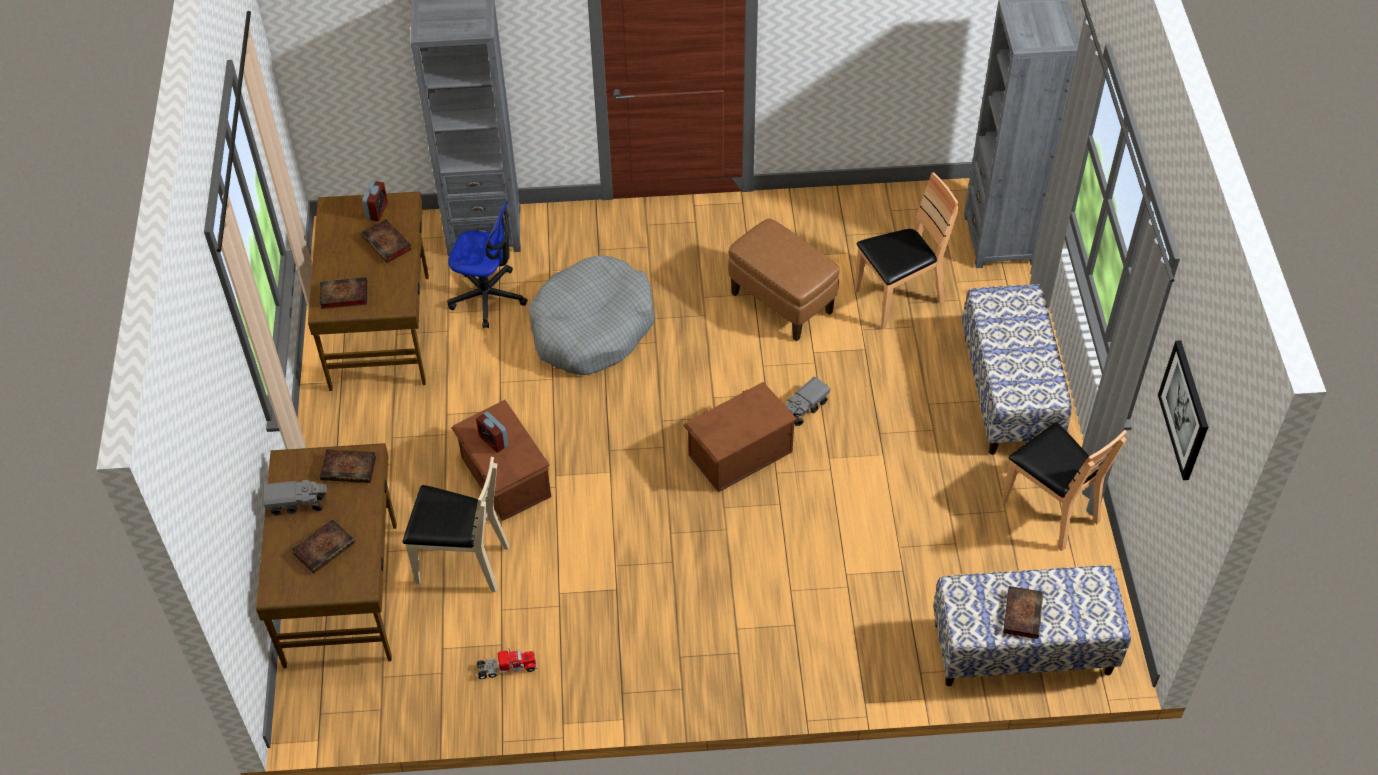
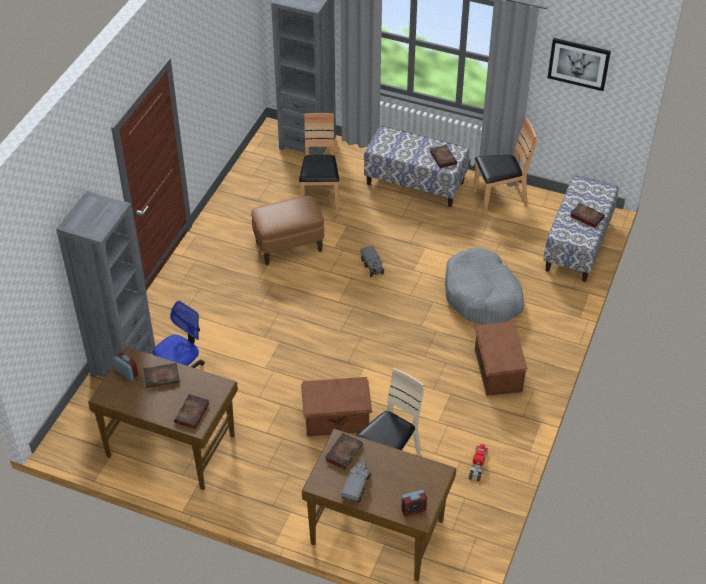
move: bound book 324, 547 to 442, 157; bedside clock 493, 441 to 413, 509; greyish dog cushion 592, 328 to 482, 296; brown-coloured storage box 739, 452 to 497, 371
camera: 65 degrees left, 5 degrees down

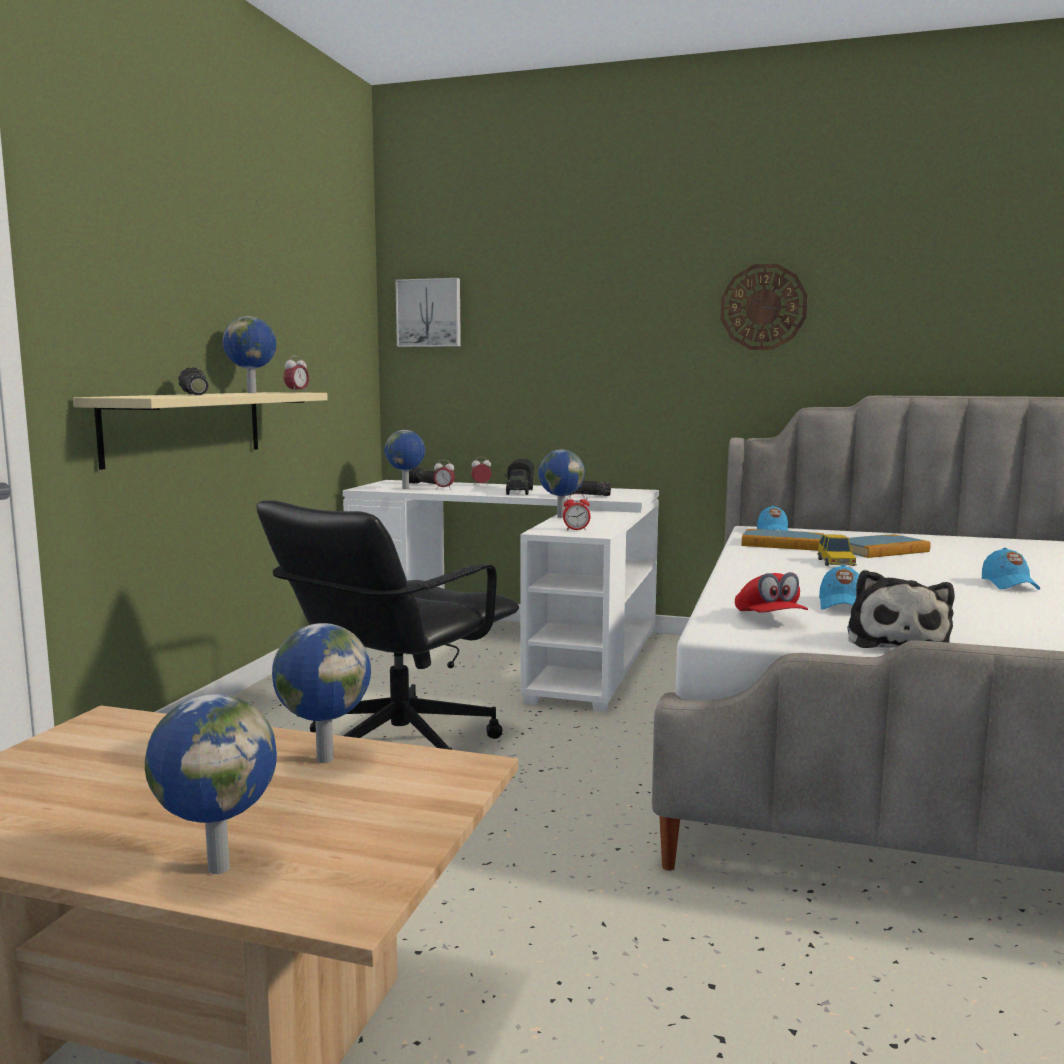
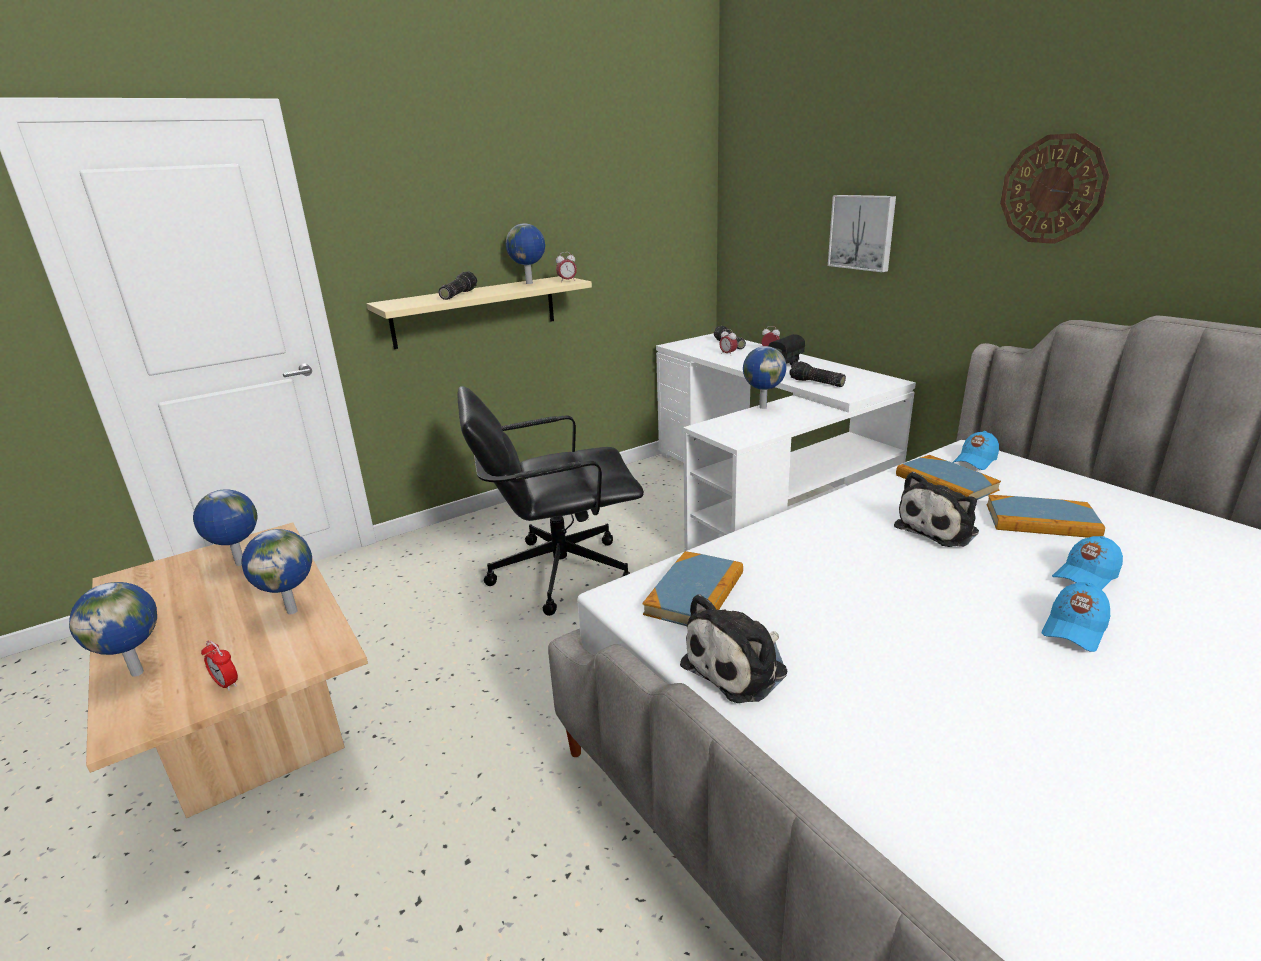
move: globe 406, 488 to 240, 564; picture 429, 313 to 862, 232; bedside clock 576, 529 to 226, 684; bluish peaked cap 841, 605 to 1086, 576
replace: red-coloured peaked cap 769, 619 to bound book 695, 594; miniature car 836, 563 to cuddly toy 939, 529
camera: 40 degrees right, 15 degrees up

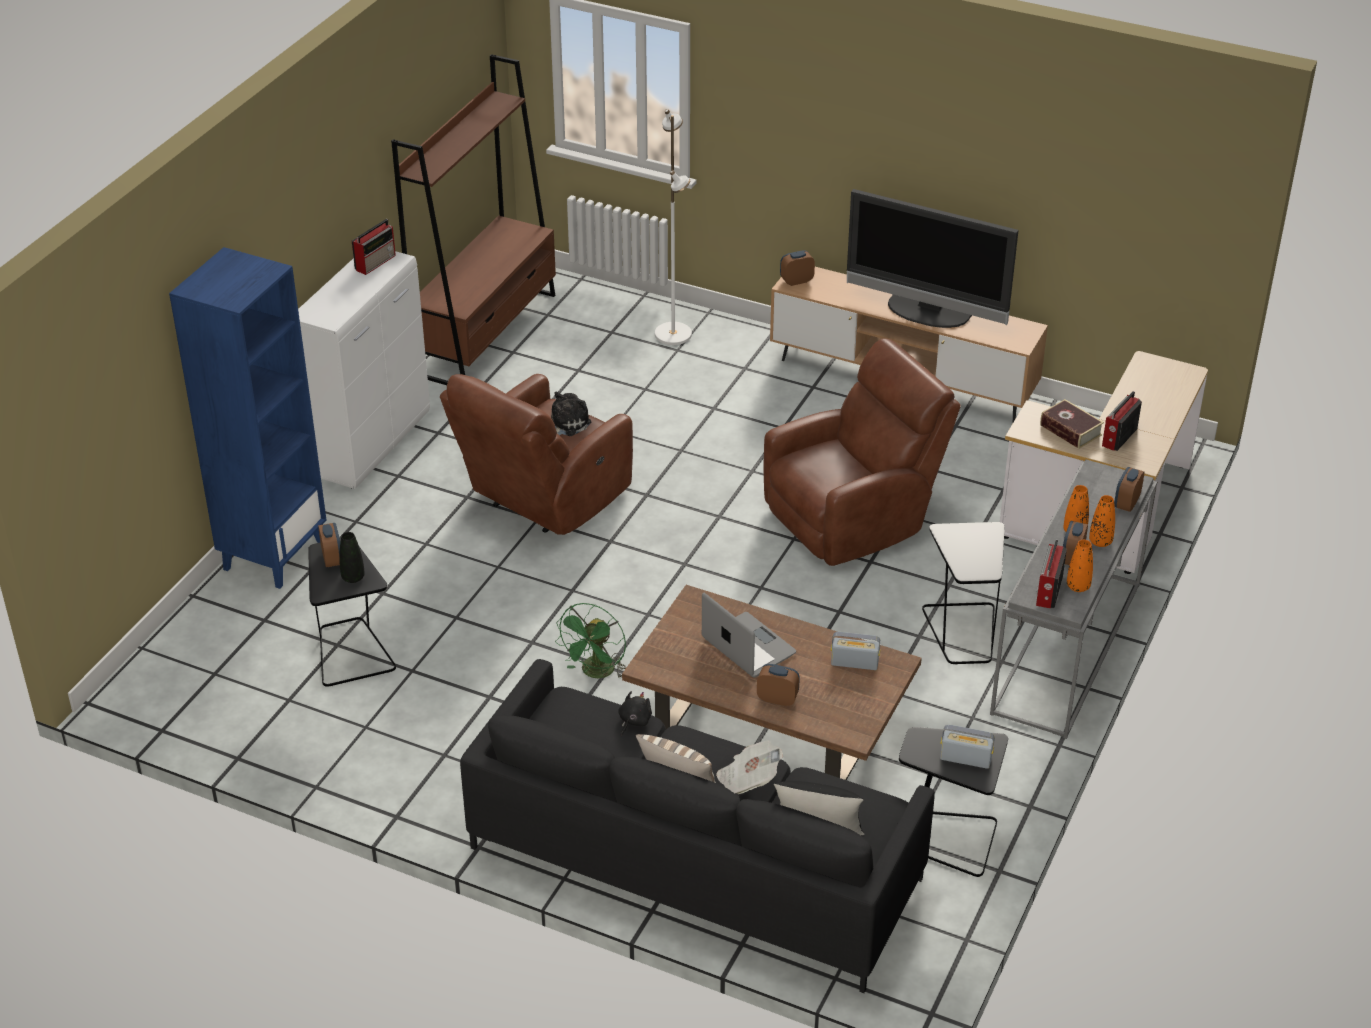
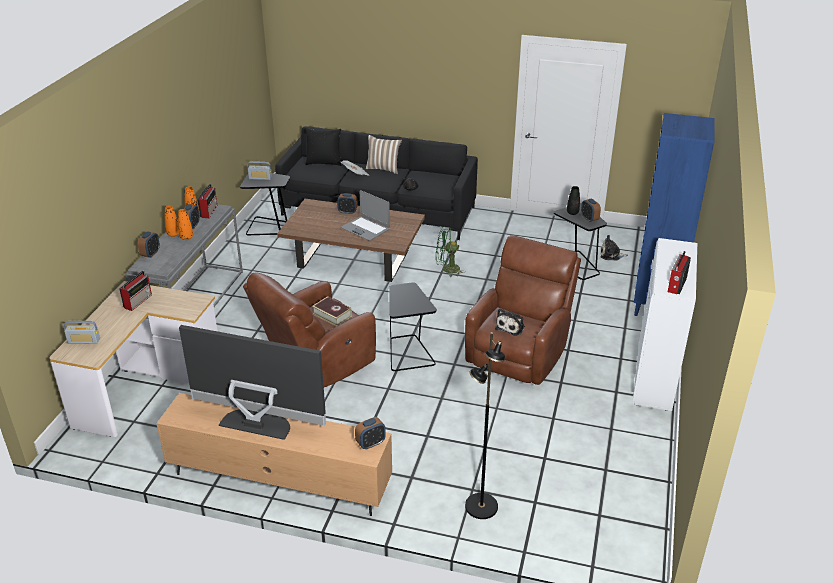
delete: brown-coloured bookshelf 486, 334
insert: cuddly toy 611, 255
move: radio receiver 854, 663 to 84, 341; blackish end table 963, 632 to 408, 353; bound book 1070, 430 to 332, 315
recolor: whitish floor lamp 674, 334 to blackish floor lamp 480, 507
rotate: greenish cooling fan 596, 673 = 447, 269 105 degrees counterclockwise
camera: 170 degrees right, 5 degrees down

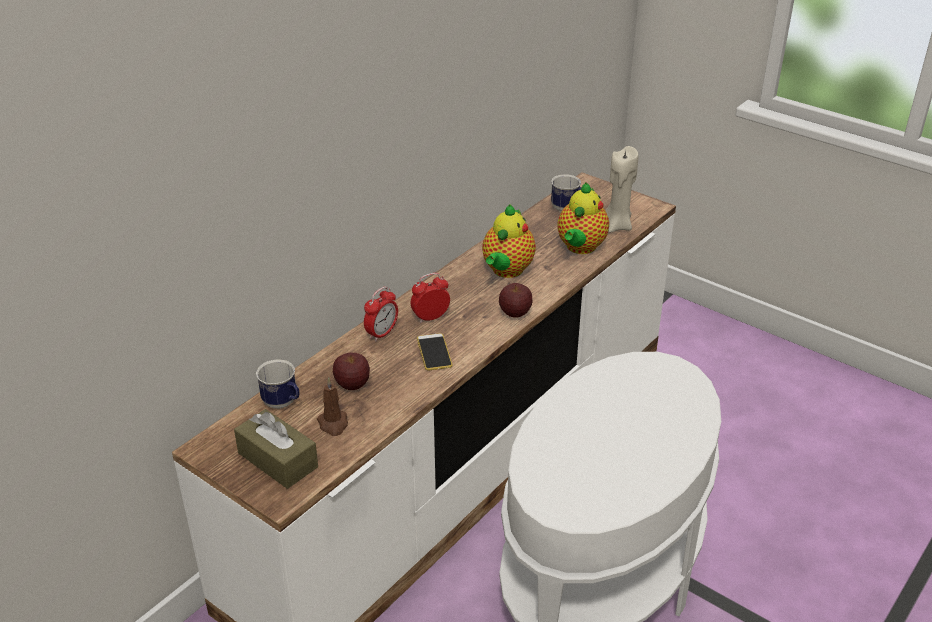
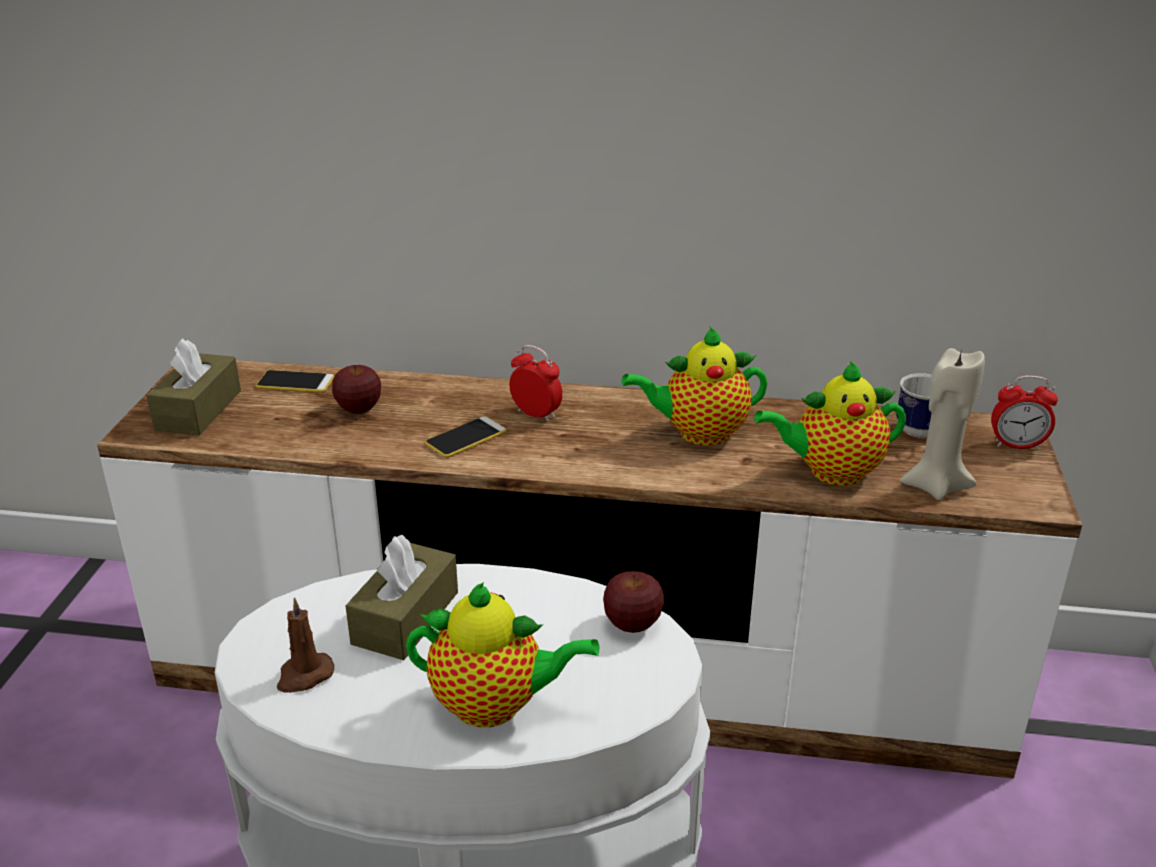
insert: brown-coloured box of tissues 405, 618; tea pot 495, 705
move: brown-coloured wax light 333, 424 to 304, 675; bedside clock 382, 333 to 1016, 445; whole apple 515, 313 to 632, 624
replace: tea mug 283, 404 to telephone 295, 383
camera: 60 degrees right, 5 degrees down

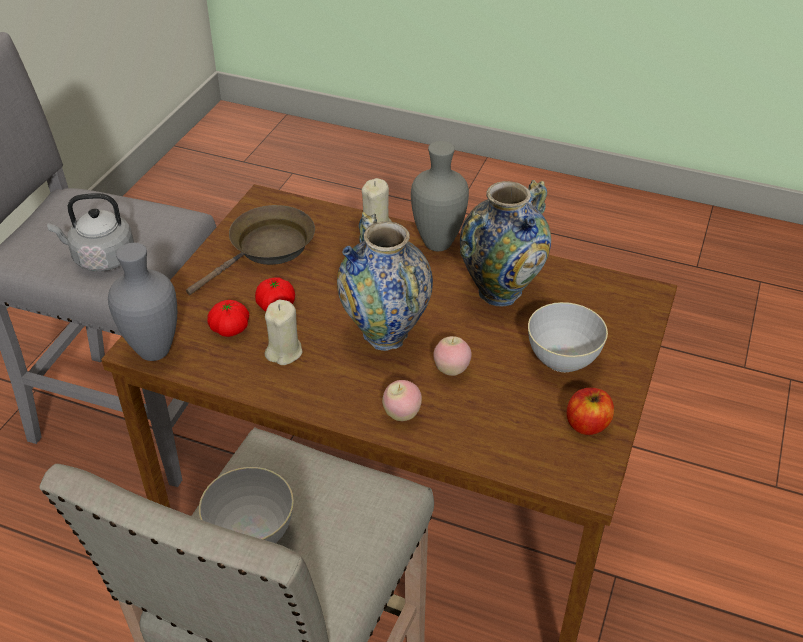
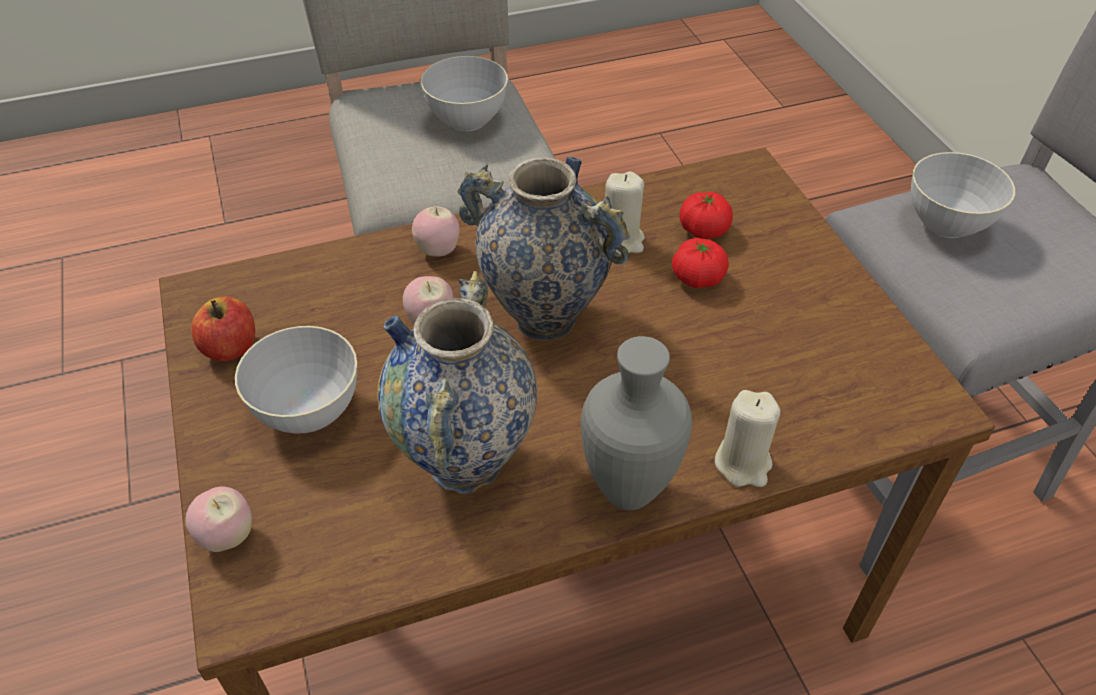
delete: greyish flower vase 155, 350; brown-coloured pan 267, 249
insert: whole apple 228, 537
replace: greyish water kettle 101, 258 to greyish serving bowl 946, 223
camera: 140 degrees right, 5 degrees up

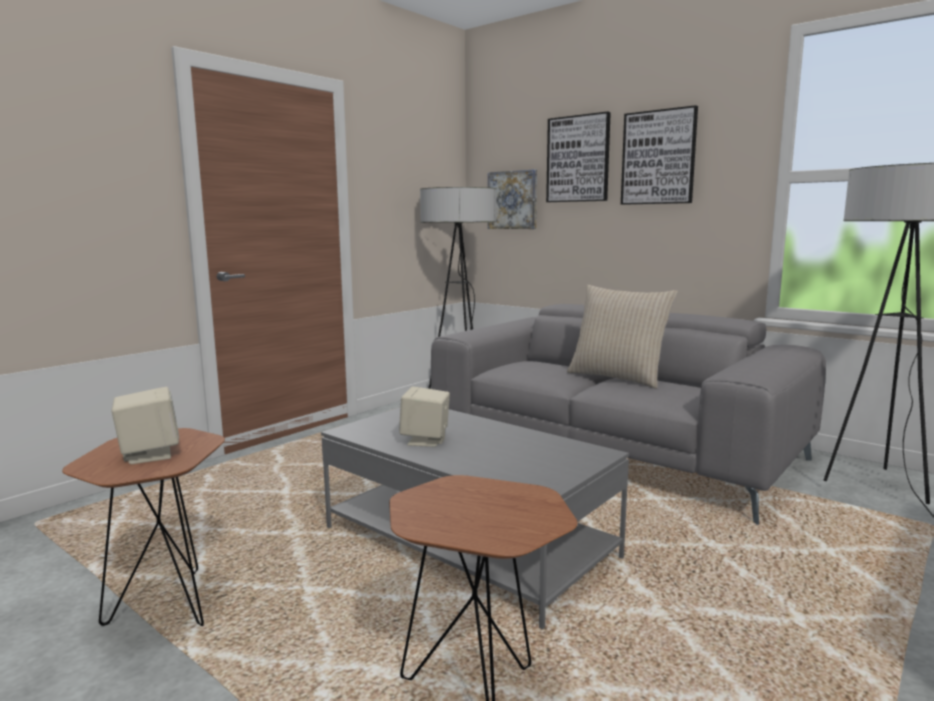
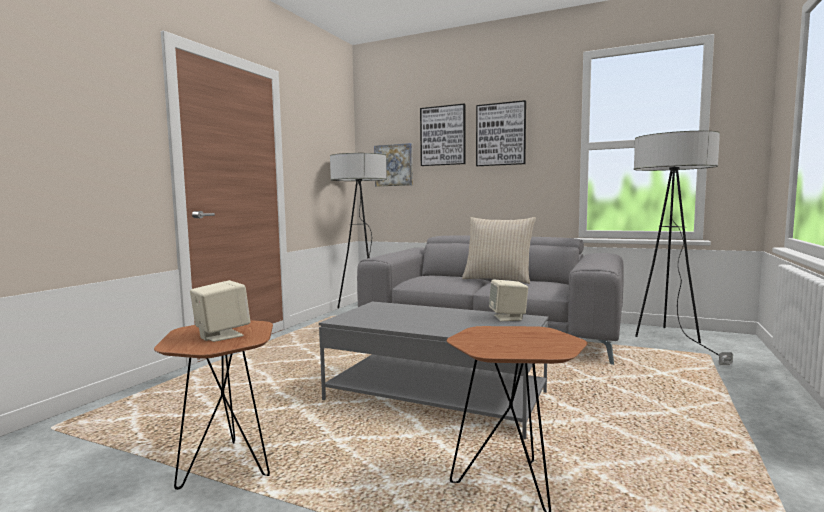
move: beige-coloured loudspeaker 425, 440 to 508, 318
camera: 15 degrees left, 5 degrees down

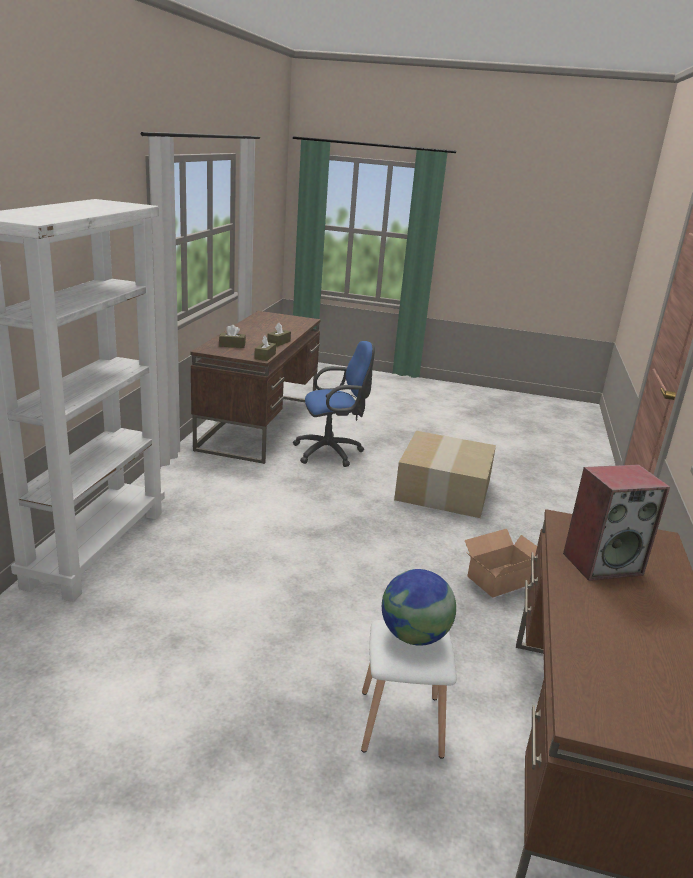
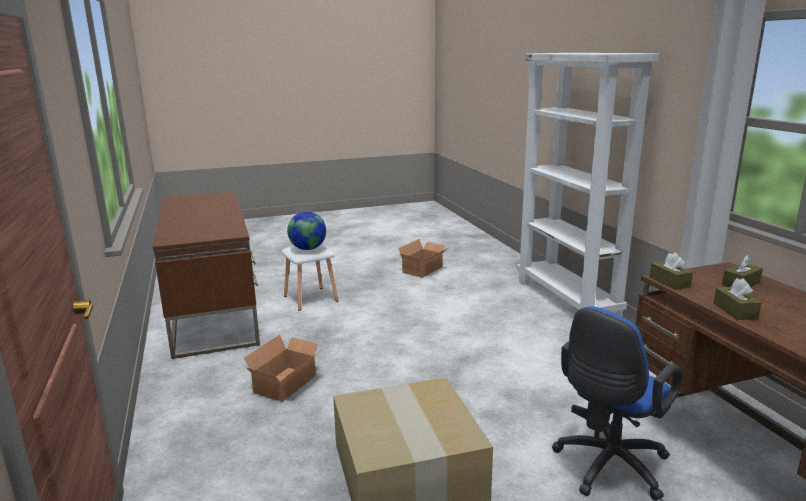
delete: loudspeaker 602, 563
insert: packing box 424, 269
camera: 150 degrees right, 5 degrees down

